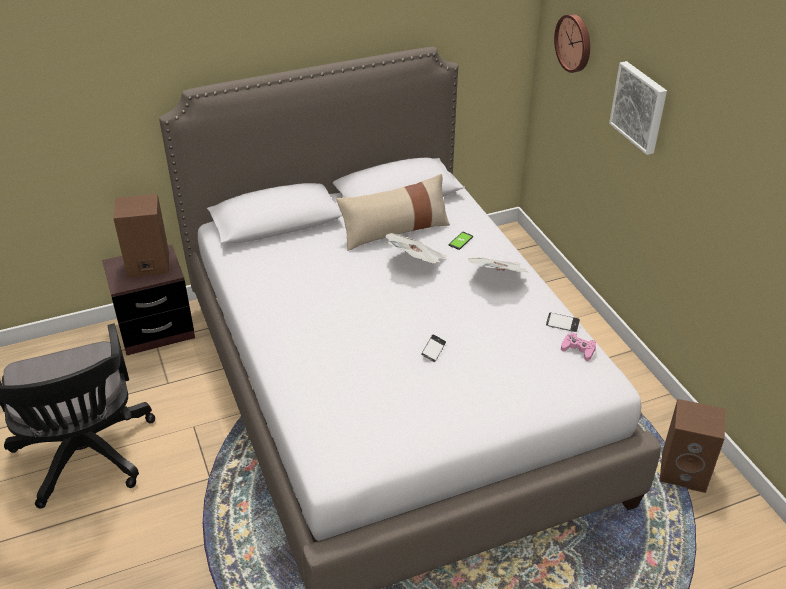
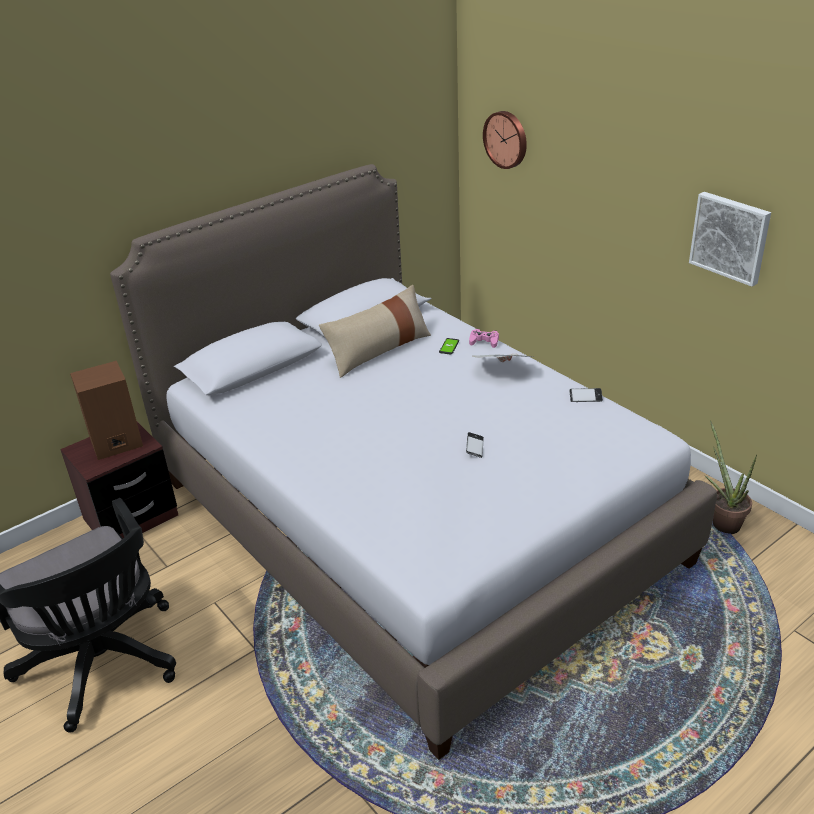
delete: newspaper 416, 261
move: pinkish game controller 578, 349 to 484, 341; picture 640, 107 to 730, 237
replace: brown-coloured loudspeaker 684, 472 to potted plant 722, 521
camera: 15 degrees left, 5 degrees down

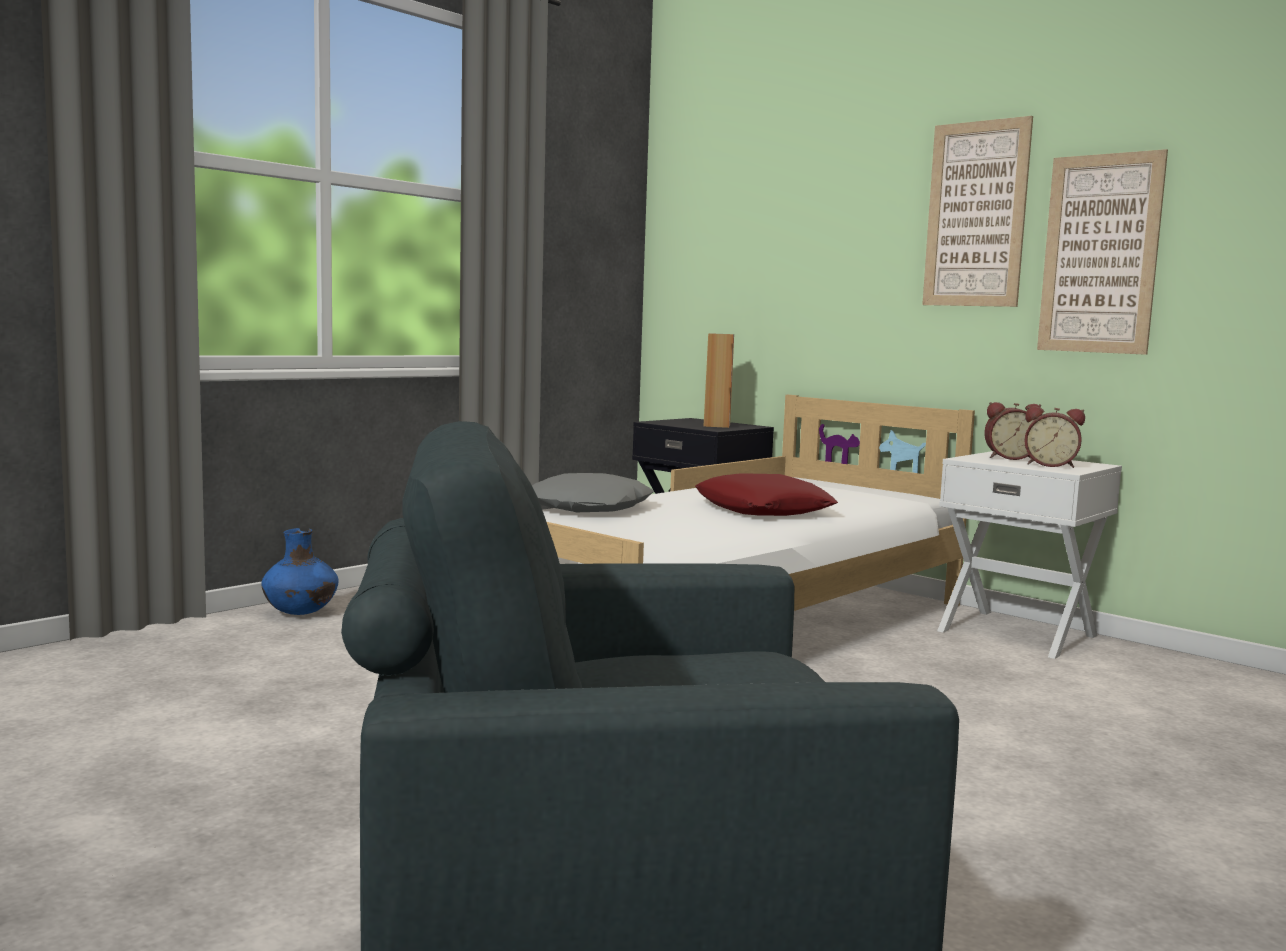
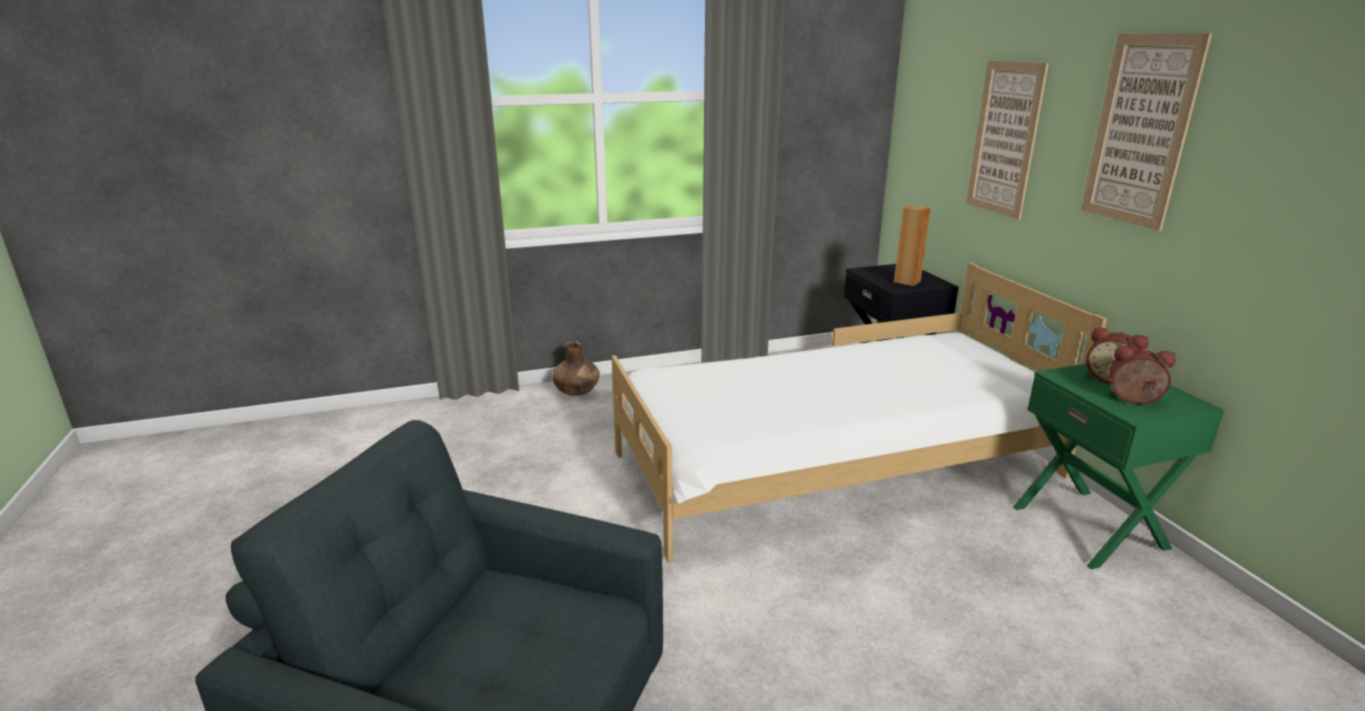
delete: greyish pillow 590, 508; red-coloured pillow 763, 509
move: picture 1100, 254 to 1005, 139
recolor: bluish flower vase 301, 613 to brown-coloured flower vase 577, 393; whitish bedside table 1018, 633 to greenish bedside table 1090, 526
rotate: bedside clock 1050, 465 = 1133, 400 150 degrees clockwise
camera: 30 degrees right, 15 degrees up

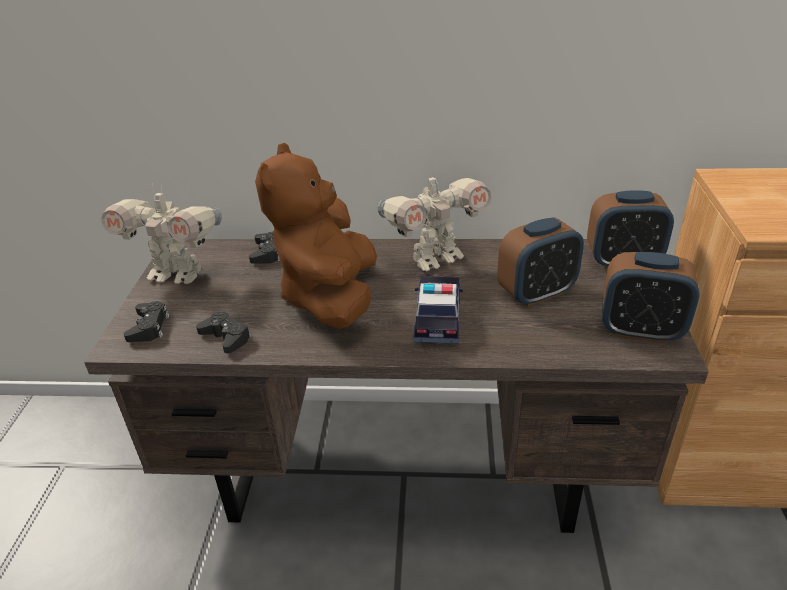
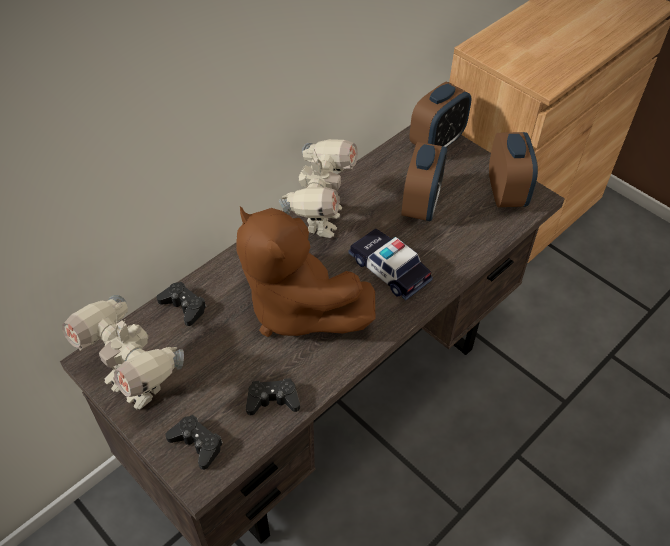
rotate: toy robot 177, 274 = 137, 383 75 degrees clockwise; bedside clock 640, 330 = 506, 193 60 degrees counterclockwise
camera: 50 degrees left, 15 degrees up

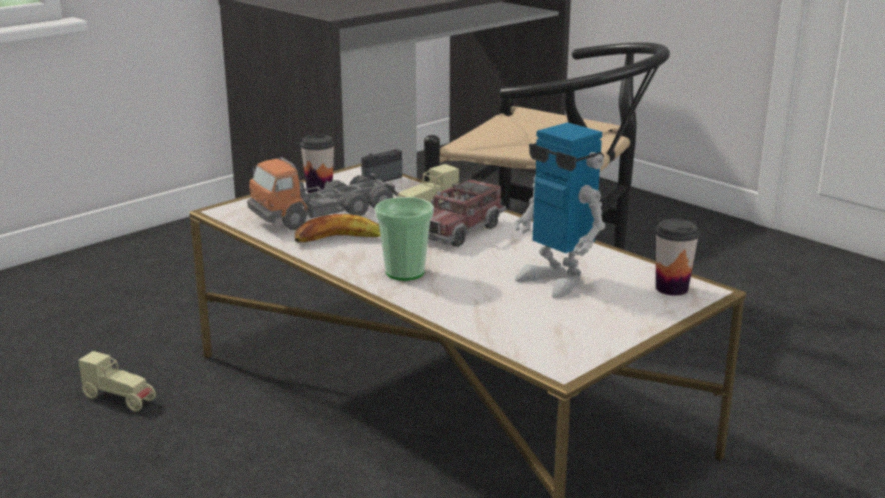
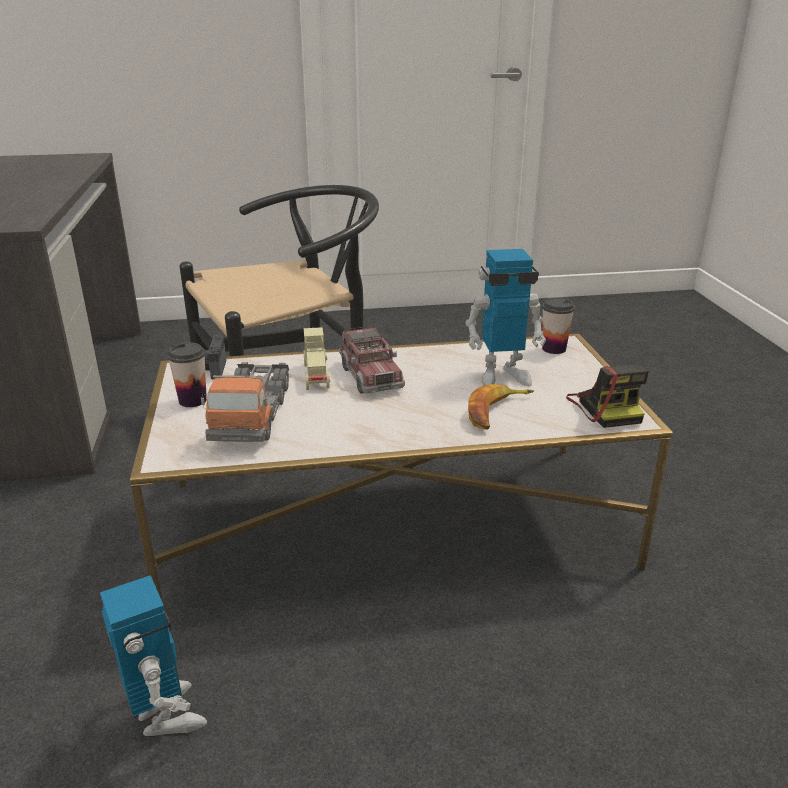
delete: small cup 405, 272
insert: photo camera 605, 408
move: whole banana 343, 242 to 497, 412
replace: beige-coloured miniature car 120, 399 to toy robot 165, 716
camera: 55 degrees left, 5 degrees up

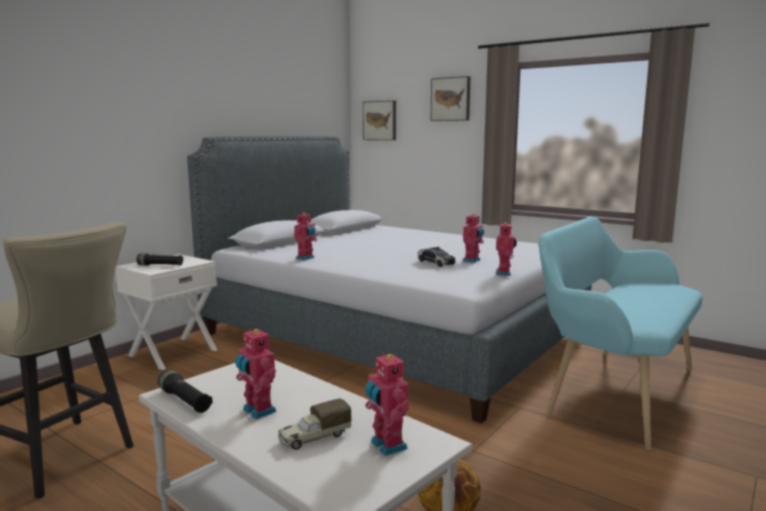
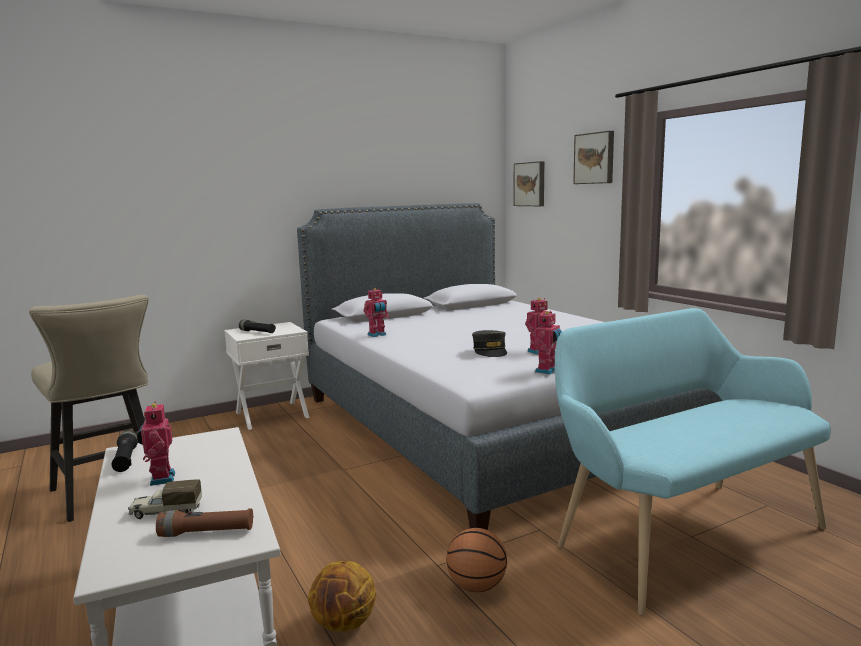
insert: basketball 476, 586
replace: toy robot 386, 446 to brown-coloured hand torch 206, 533; miniature car 435, 262 to greyish peaked cap 490, 351
camera: 25 degrees right, 0 degrees up

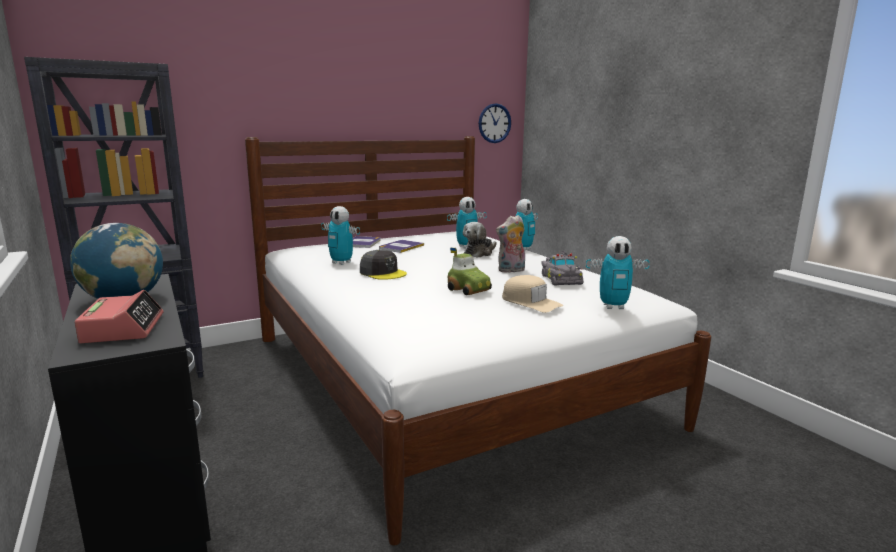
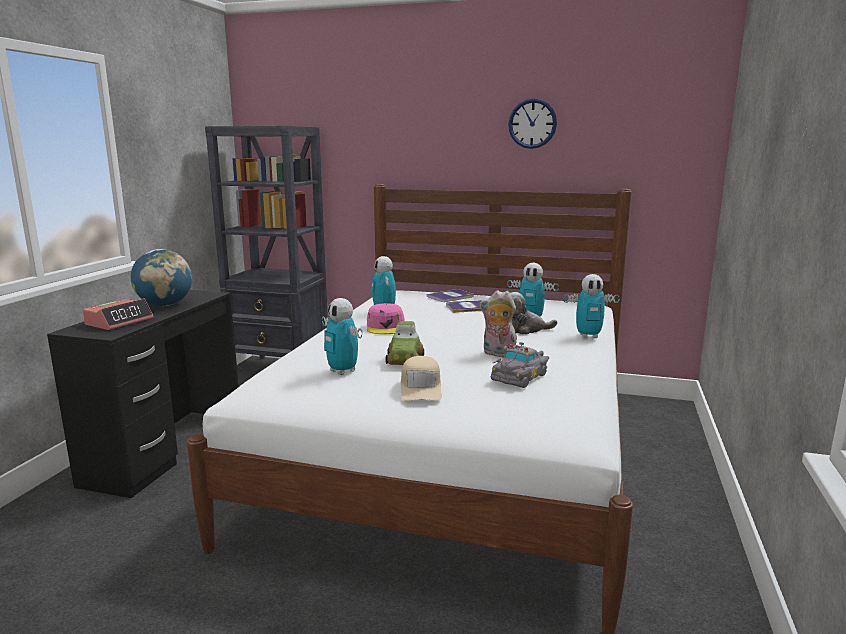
move: clock on the wall 494, 123 to 532, 123; toy robot 613, 306 to 342, 371
recolor: greyish peaked cap 383, 273 to pinkish peaked cap 386, 327
camera: 45 degrees right, 0 degrees up

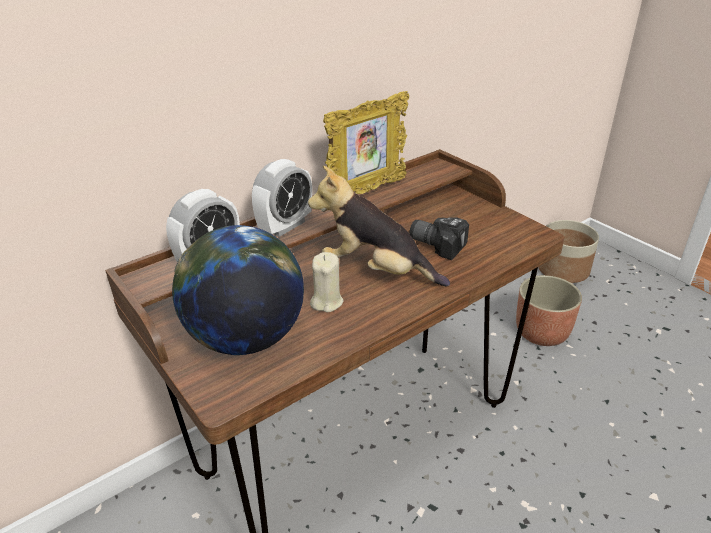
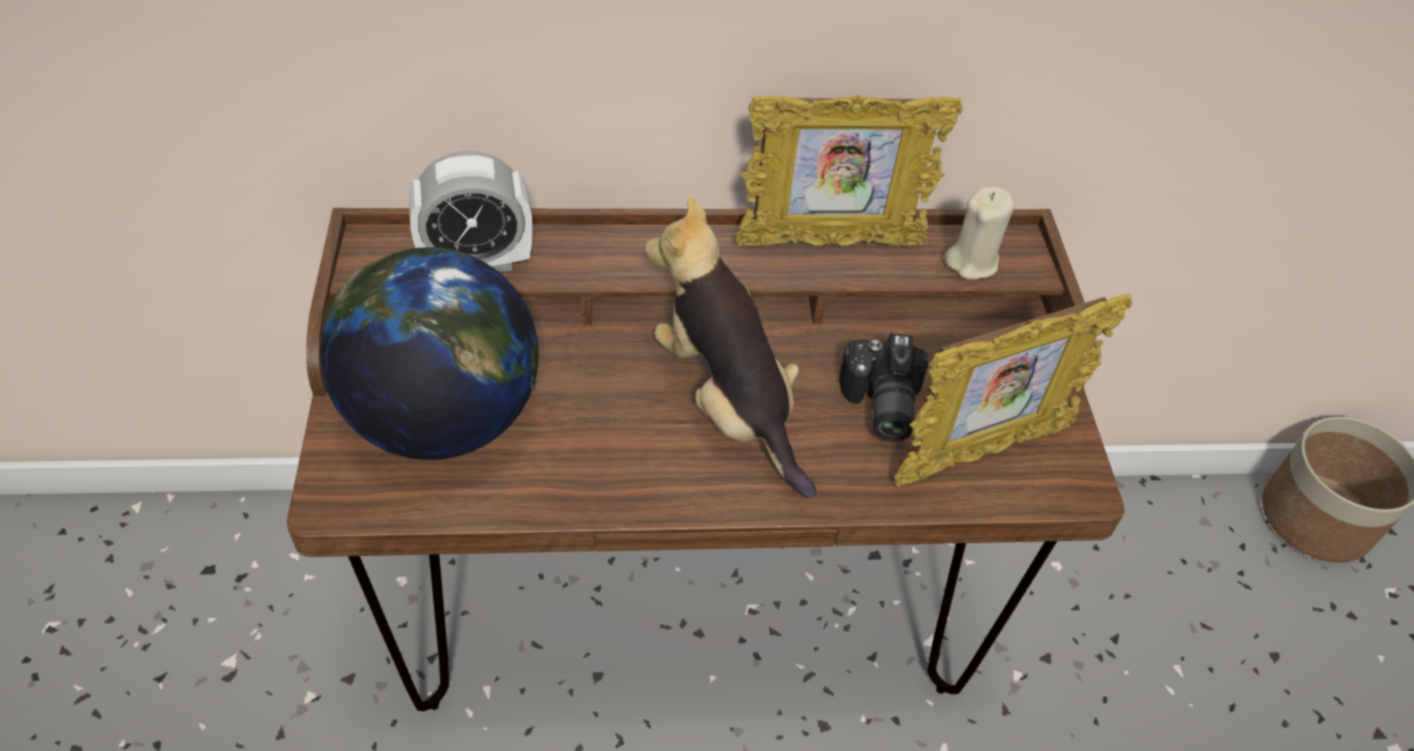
delete: bedside clock 285, 226; flower pot 541, 333
insert: photo frame 981, 453
move: beige-coloured wax light 326, 302 to 972, 261
rotate: photo camera 438, 244 = 878, 405 150 degrees counterclockwise
camera: 30 degrees right, 15 degrees up

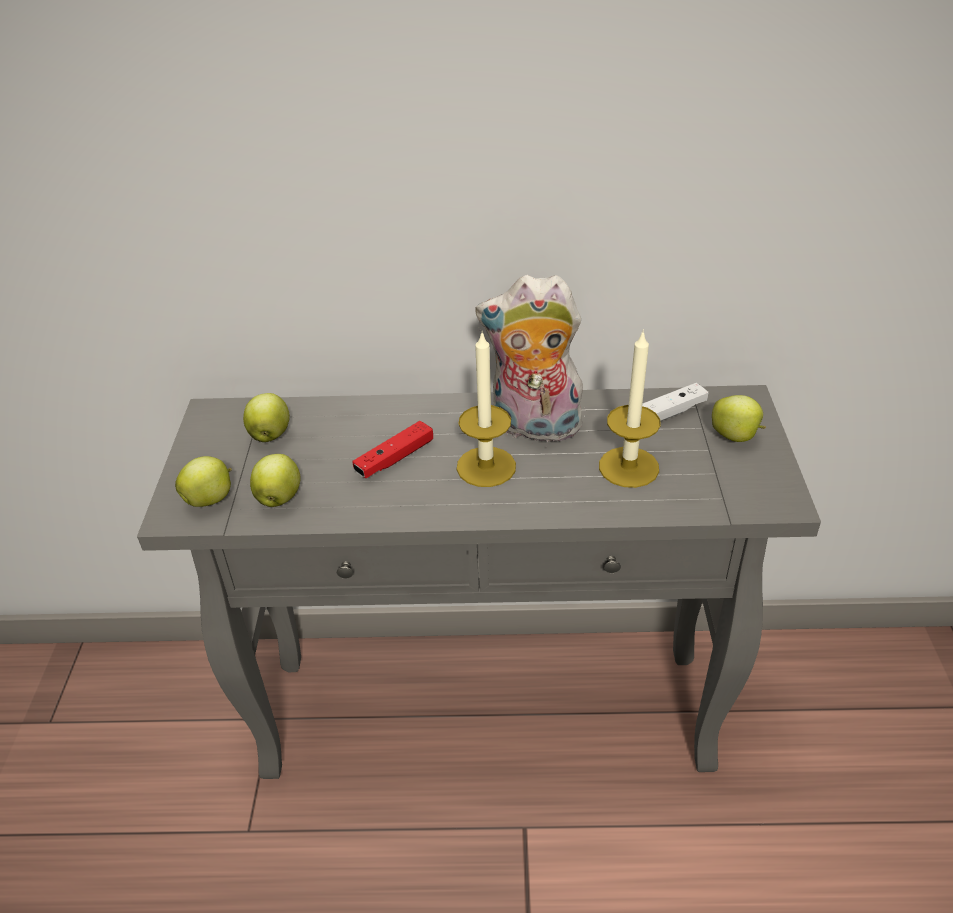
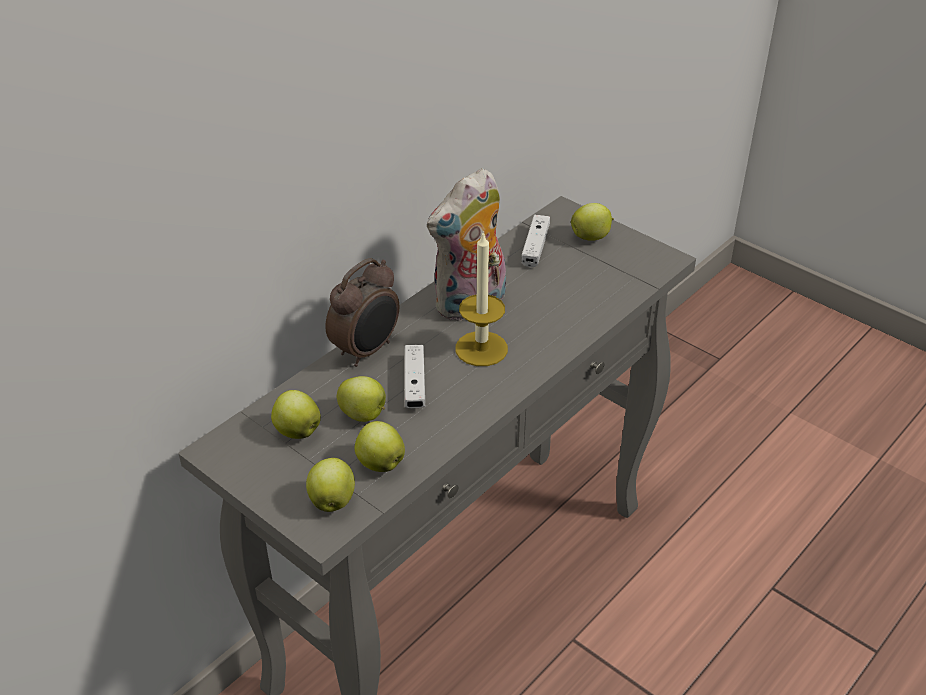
delete: wax light 628, 467
insert: bedside clock 367, 350; whole apple 364, 415
recolor: red-coloured game controller 394, 458 to whitish game controller 414, 384
camera: 50 degrees left, 0 degrees up

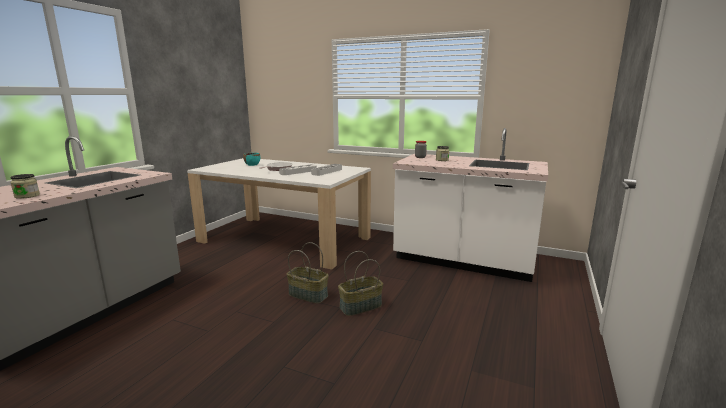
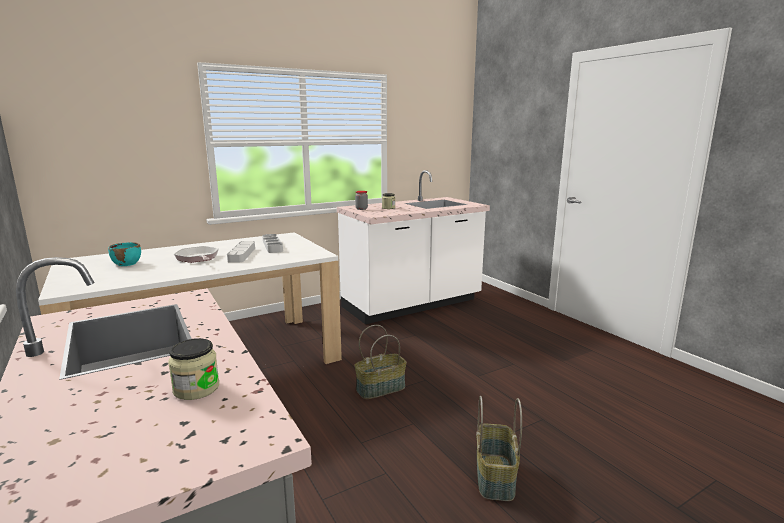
move: storage basket 360, 307 to 496, 477
camera: 55 degrees left, 0 degrees up

